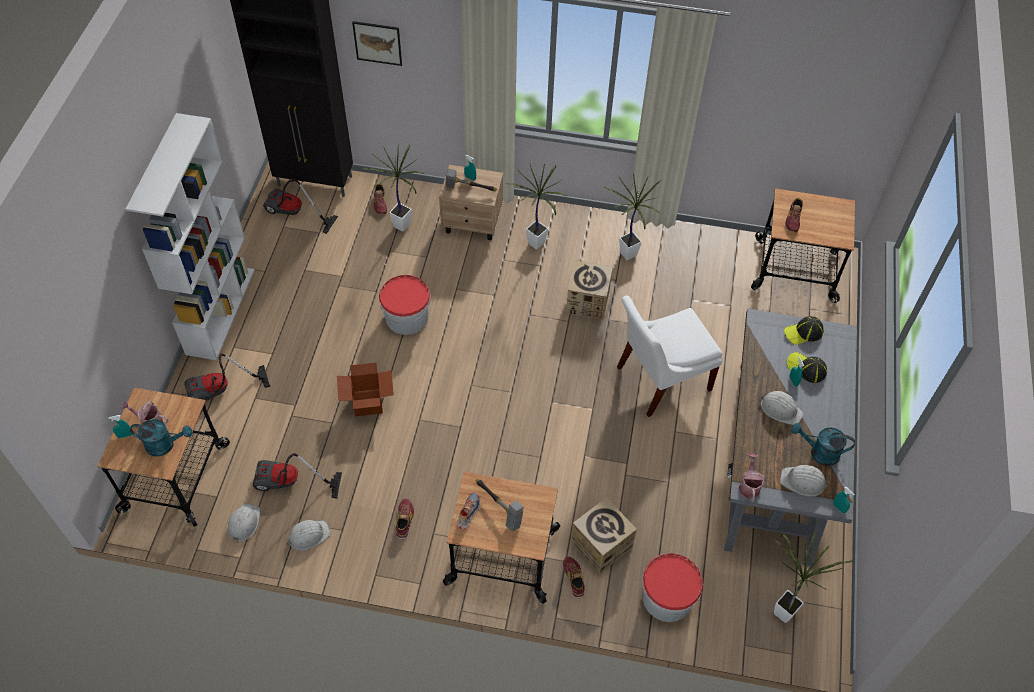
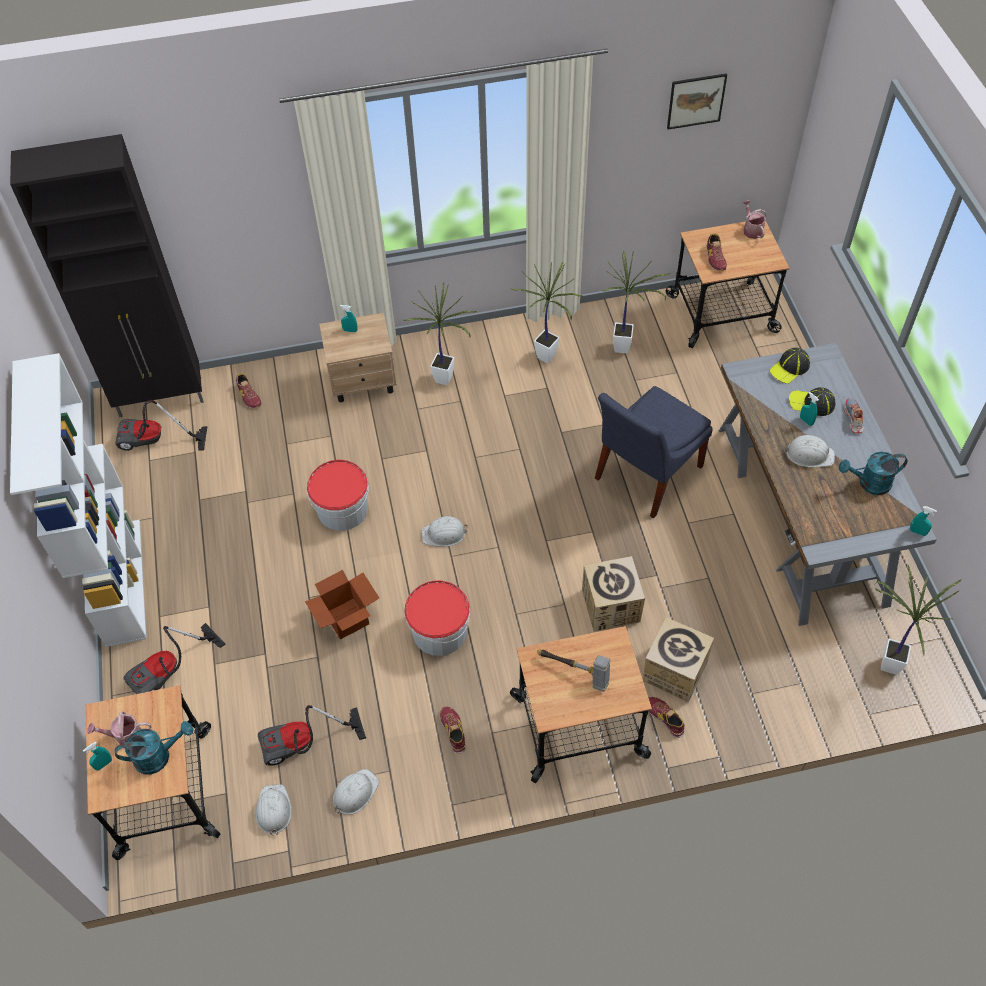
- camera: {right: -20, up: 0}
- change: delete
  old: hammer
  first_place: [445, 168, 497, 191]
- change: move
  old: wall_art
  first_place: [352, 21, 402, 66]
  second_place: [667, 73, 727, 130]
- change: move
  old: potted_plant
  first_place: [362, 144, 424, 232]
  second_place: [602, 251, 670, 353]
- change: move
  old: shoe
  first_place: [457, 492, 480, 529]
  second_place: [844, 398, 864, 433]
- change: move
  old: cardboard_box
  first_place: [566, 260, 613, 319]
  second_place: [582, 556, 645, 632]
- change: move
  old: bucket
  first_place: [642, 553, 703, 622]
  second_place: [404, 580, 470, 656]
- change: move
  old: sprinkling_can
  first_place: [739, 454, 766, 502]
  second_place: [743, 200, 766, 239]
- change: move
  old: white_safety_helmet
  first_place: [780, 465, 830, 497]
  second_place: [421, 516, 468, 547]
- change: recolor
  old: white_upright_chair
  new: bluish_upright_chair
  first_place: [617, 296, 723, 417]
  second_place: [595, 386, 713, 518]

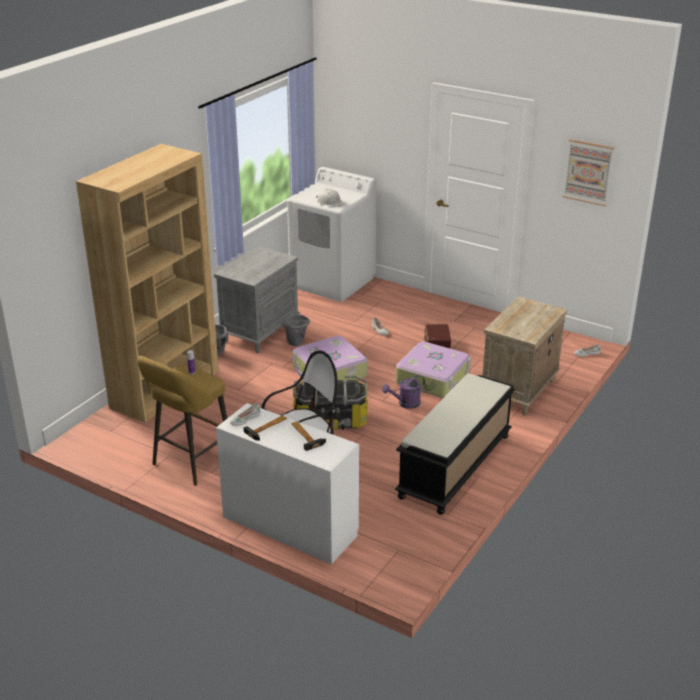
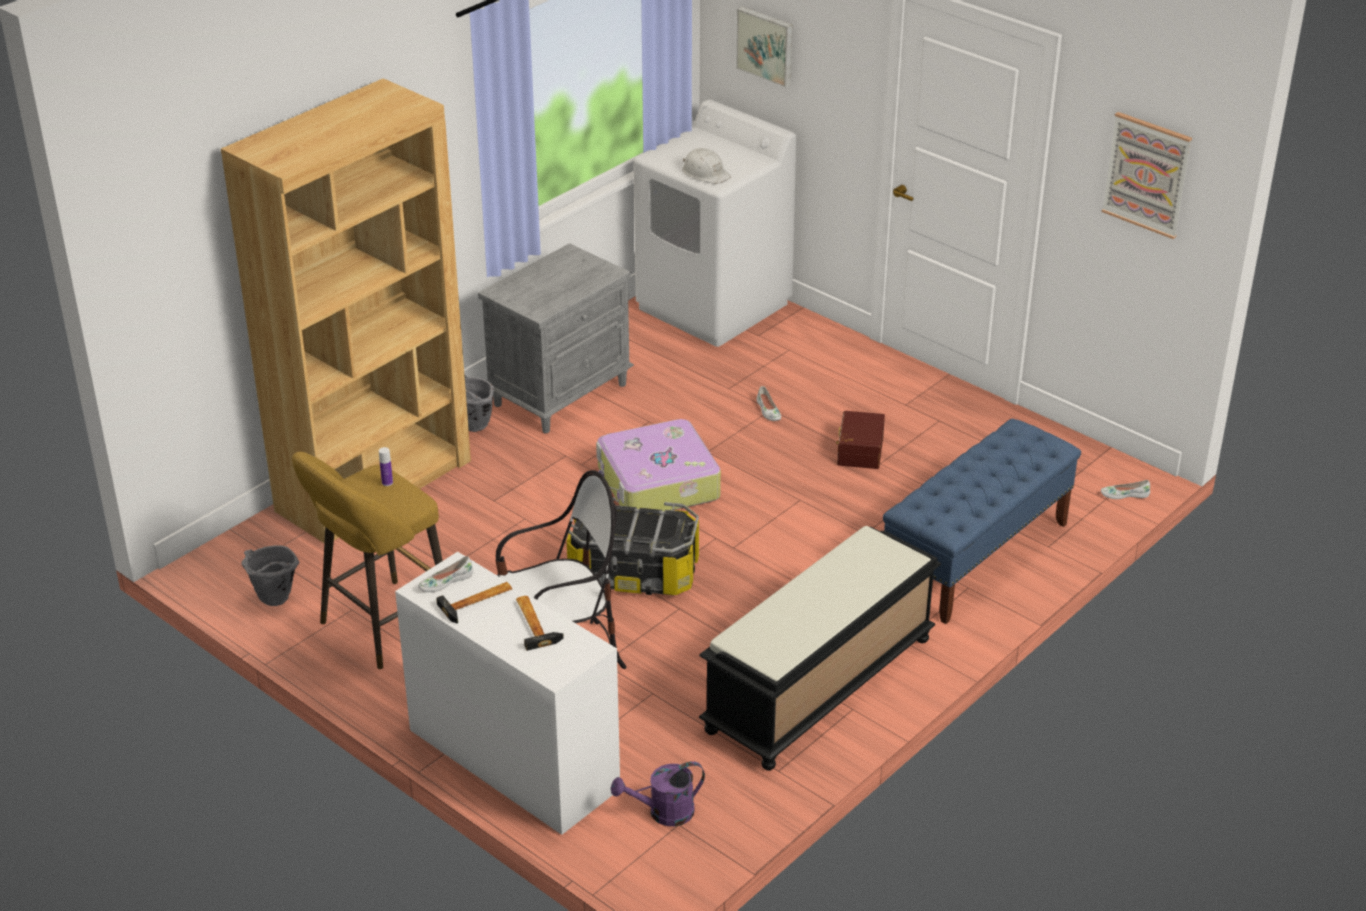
- camera: {right: 10, up: 5}
- change: delete
  old: suitcase
  first_place: [396, 342, 471, 398]
- change: insert
  new: wall_art
  second_place: [736, 7, 793, 87]
- change: move
  old: gray_bucket
  first_place: [282, 314, 310, 346]
  second_place: [241, 545, 299, 606]
- change: move
  old: purple_sprinkling_can
  first_place: [382, 375, 425, 409]
  second_place: [611, 761, 705, 826]
- change: replace
  old: beige-coloured_night_table
  new: bluish_bench
  first_place: [482, 296, 567, 416]
  second_place: [883, 418, 1081, 624]

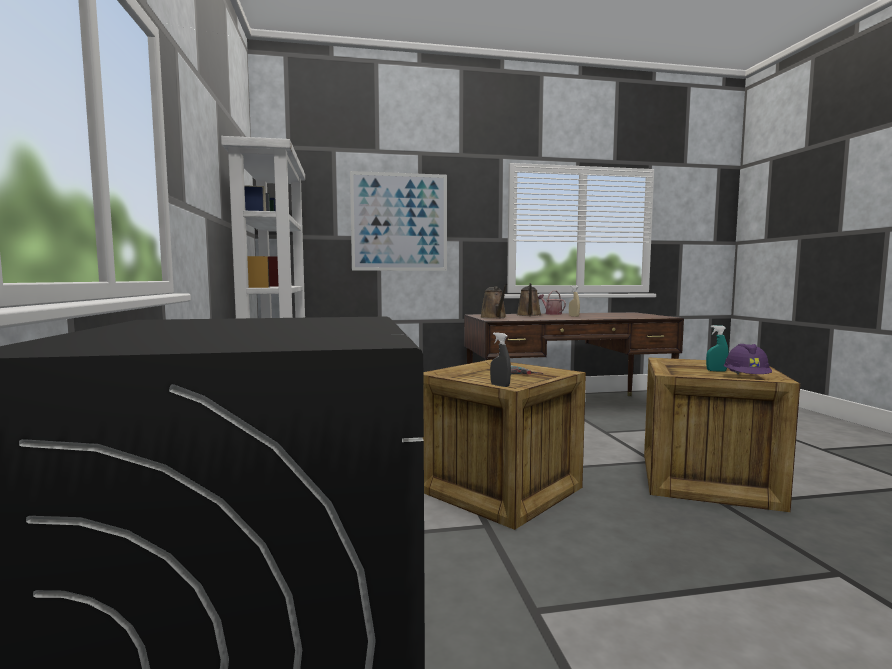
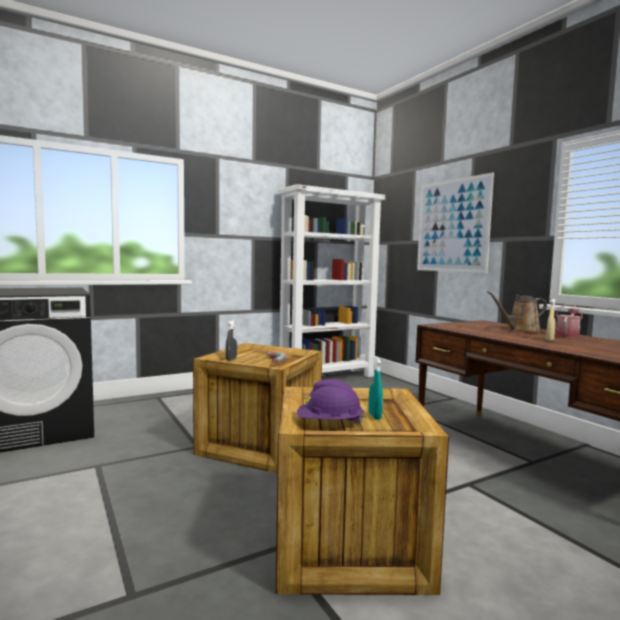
- camera: {right: 70, up: 0}
- change: delete
  old: brownish_sprinkling_can
  first_place: [480, 284, 508, 319]

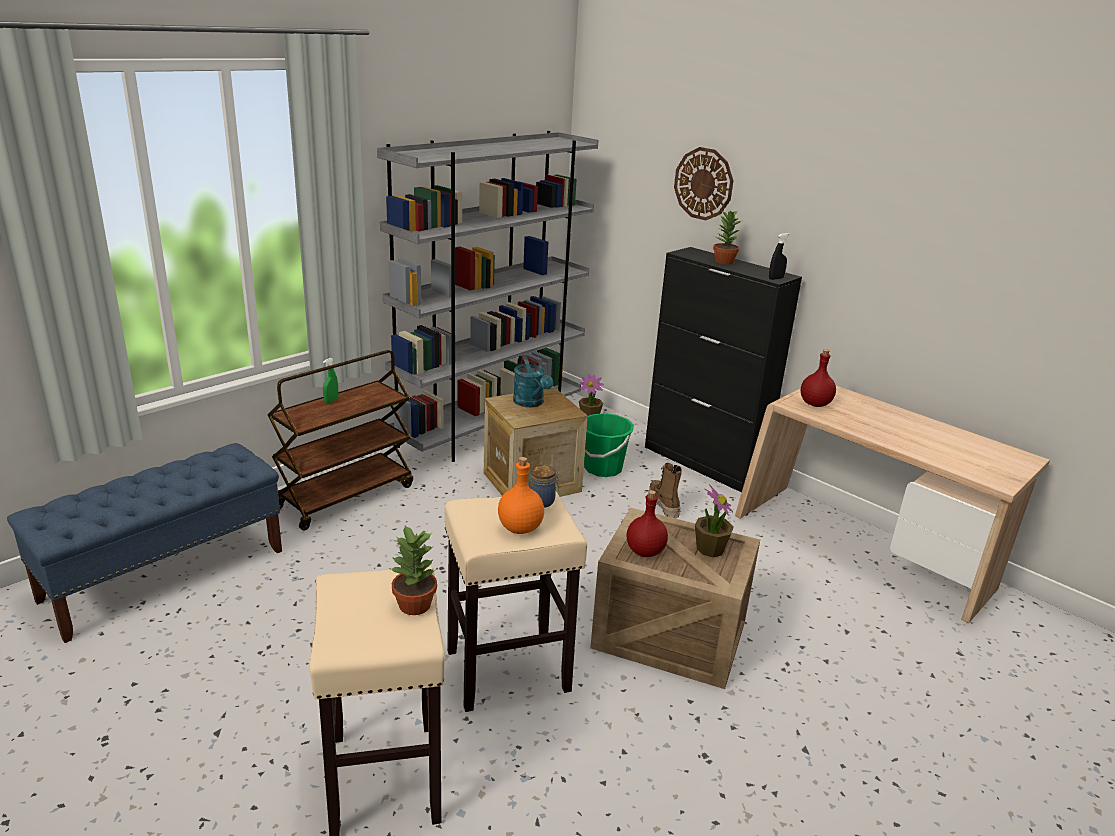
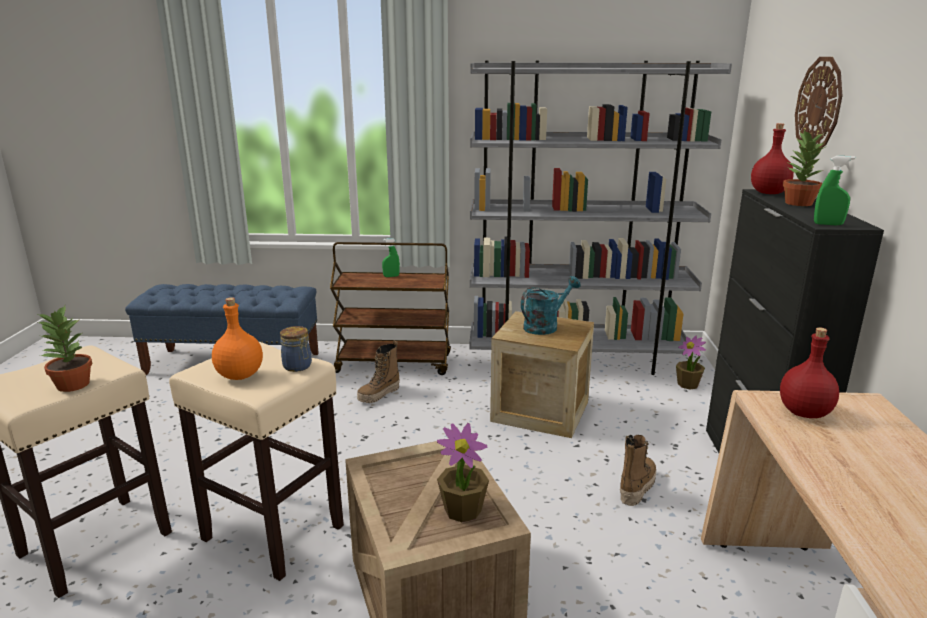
- camera: {right: 50, up: -5}
- change: delete
  old: greenish_bucket
  first_place: [584, 413, 634, 477]
- change: insert
  new: tall_boot
  second_place: [357, 341, 400, 403]
- change: move
  old: red-coloured_beverage_bottle
  first_place: [627, 490, 668, 557]
  second_place: [751, 123, 794, 194]
- change: recolor
  old: black-coloured_hand_sprayer
  new: greenish_hand_sprayer
  first_place: [769, 233, 790, 280]
  second_place: [814, 156, 855, 226]
- change: rotate
  old: turquoise-coloured_sprinkling_can
  first_place: [513, 355, 553, 407]
  second_place: [521, 276, 581, 335]
  degrees: -150

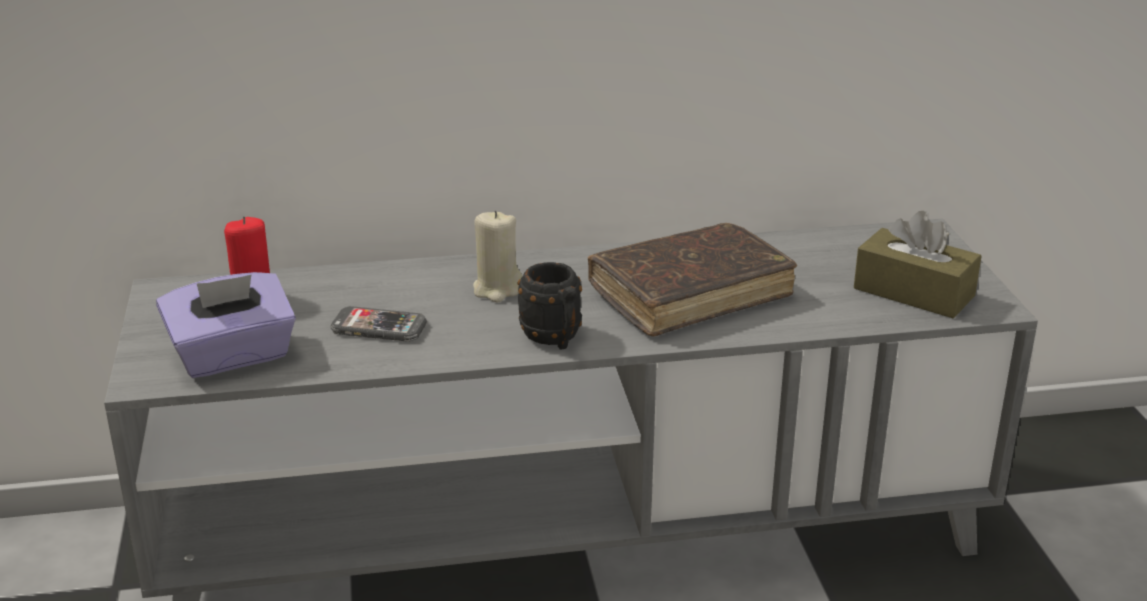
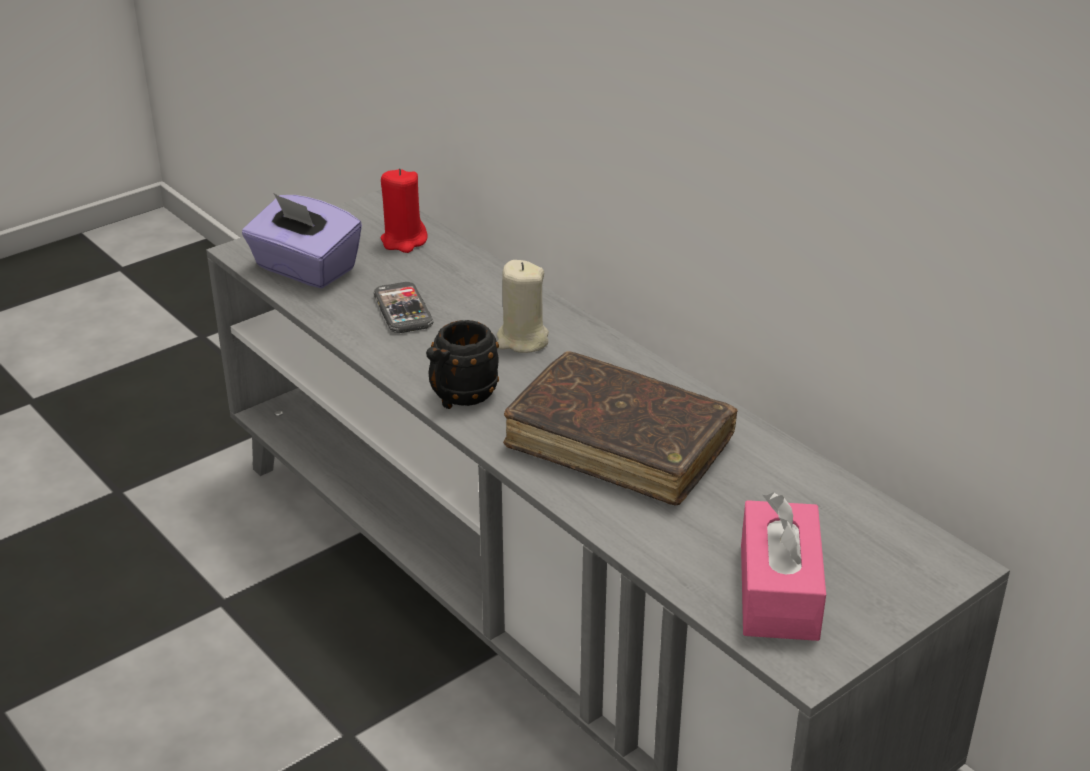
- camera: {right: 60, up: 5}
- change: recolor
  old: brownish_tissue_box
  new: pink_tissue_box
  first_place: [854, 211, 982, 318]
  second_place: [741, 493, 826, 641]

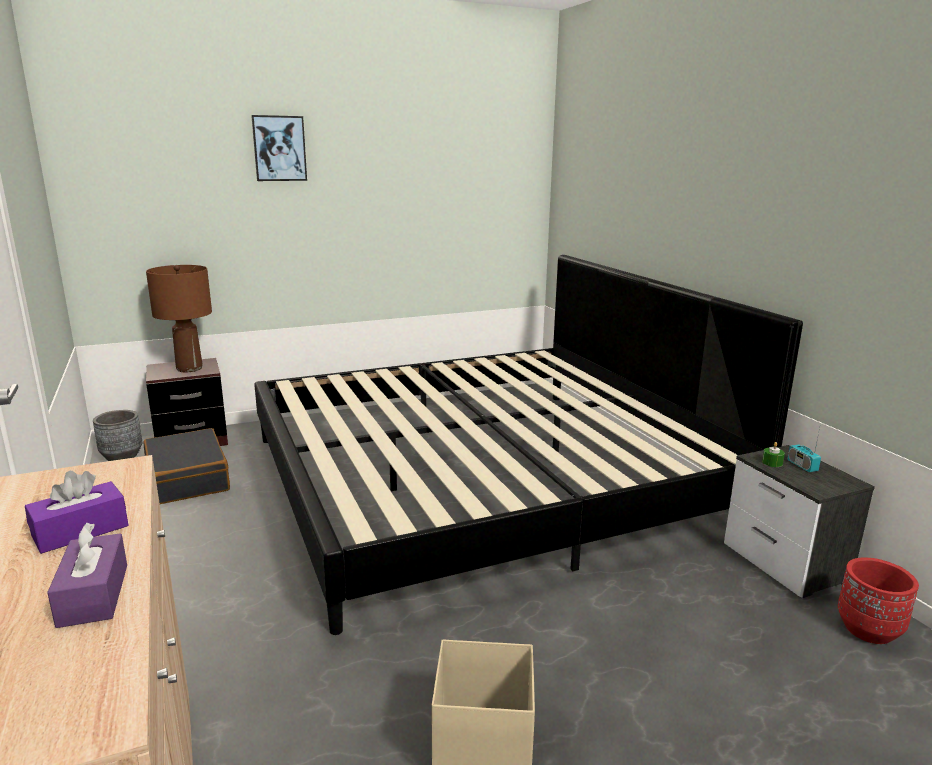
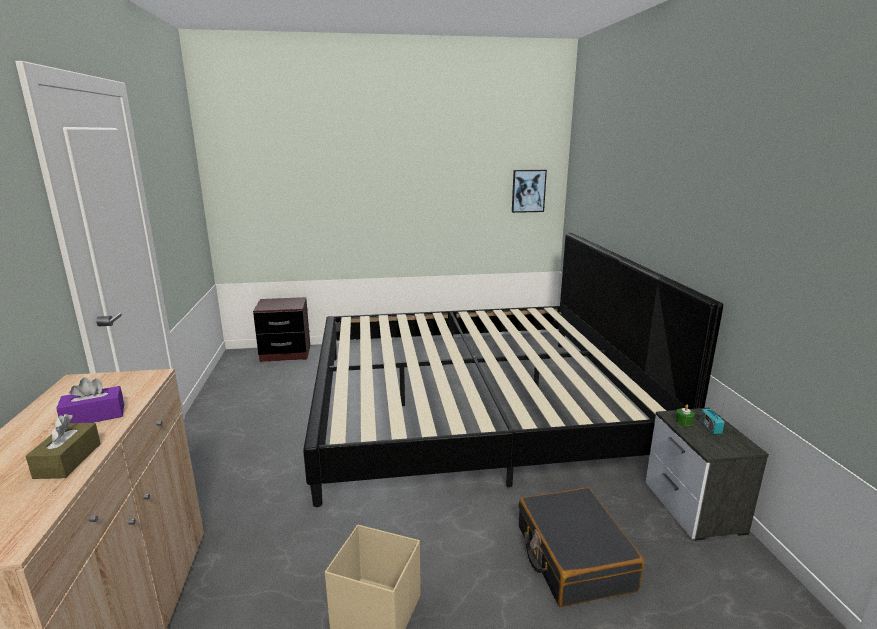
- camera: {right: 15, up: 0}
- change: delete
  old: gray_flower_pot
  first_place: [93, 410, 142, 461]
- change: delete
  old: brownish_table_lamp
  first_place: [146, 265, 212, 372]
- change: delete
  old: red-coloured_flower_pot
  first_place: [838, 558, 919, 644]
- change: move
  old: black-coloured_suitcase
  first_place: [144, 428, 230, 504]
  second_place: [519, 487, 644, 607]
- change: move
  old: wall_art
  first_place: [251, 115, 307, 181]
  second_place: [512, 170, 547, 213]
- change: recolor
  old: purple_tissue_box
  new: brownish_tissue_box
  first_place: [47, 523, 127, 628]
  second_place: [26, 414, 101, 479]

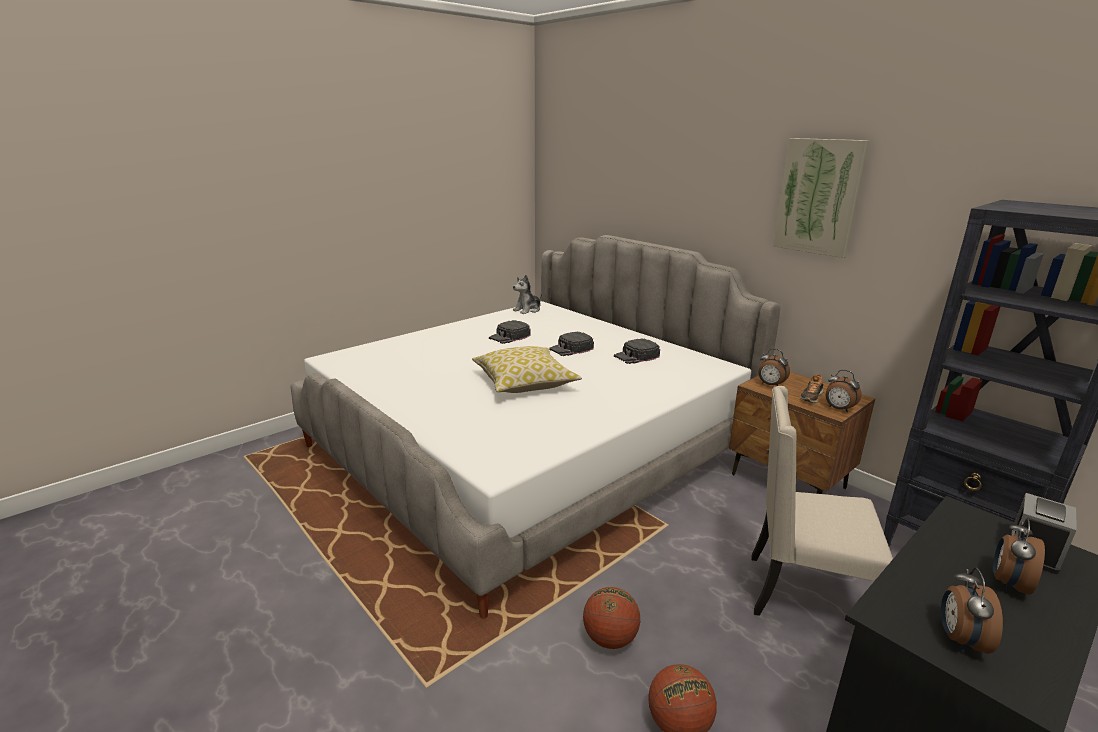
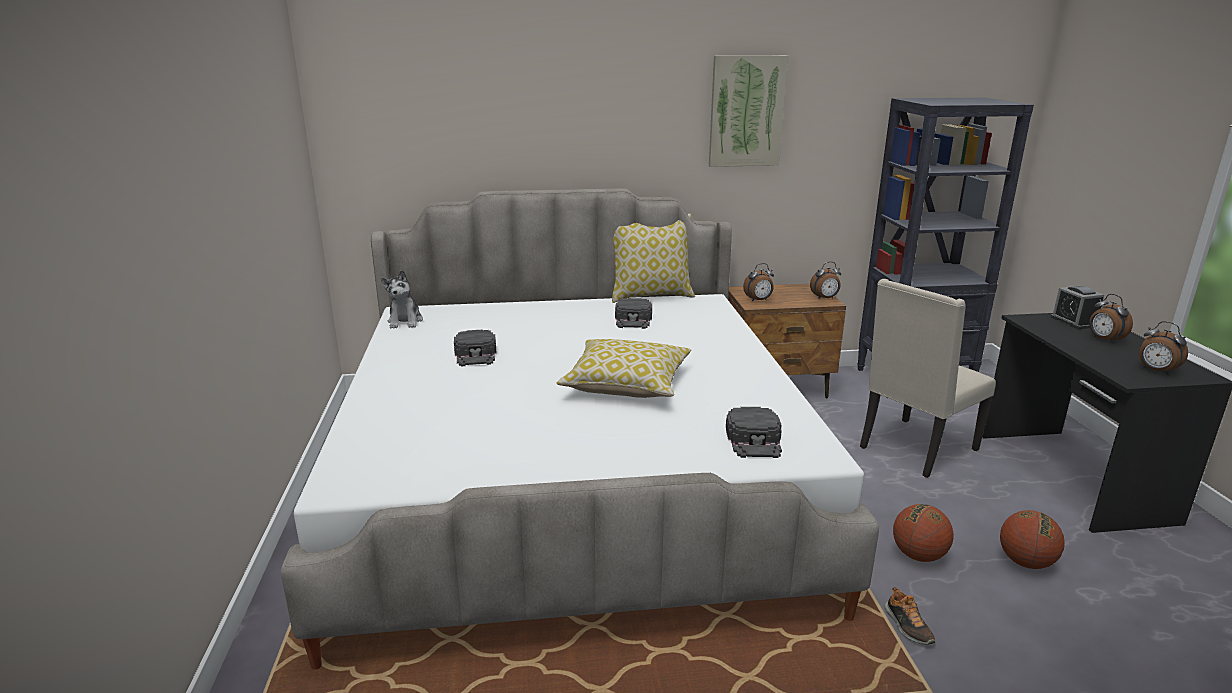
- camera: {right: -55, up: 0}
- change: insert
  new: cushion
  second_place: [612, 214, 695, 303]
- change: move
  old: black-coloured_cap
  first_place: [549, 331, 594, 356]
  second_place: [726, 407, 782, 458]
- change: move
  old: shoe
  first_place: [800, 374, 824, 403]
  second_place: [885, 587, 935, 645]

